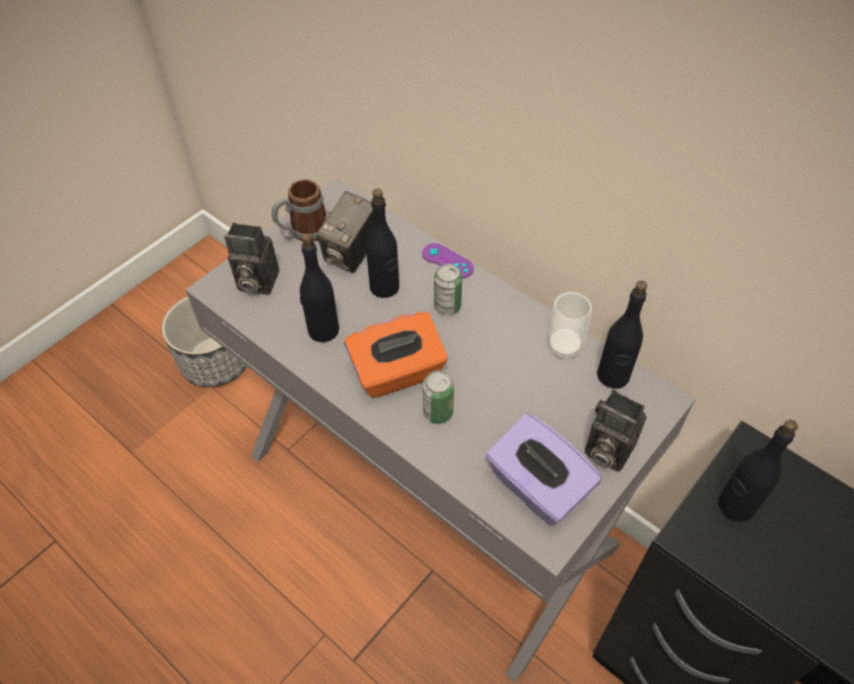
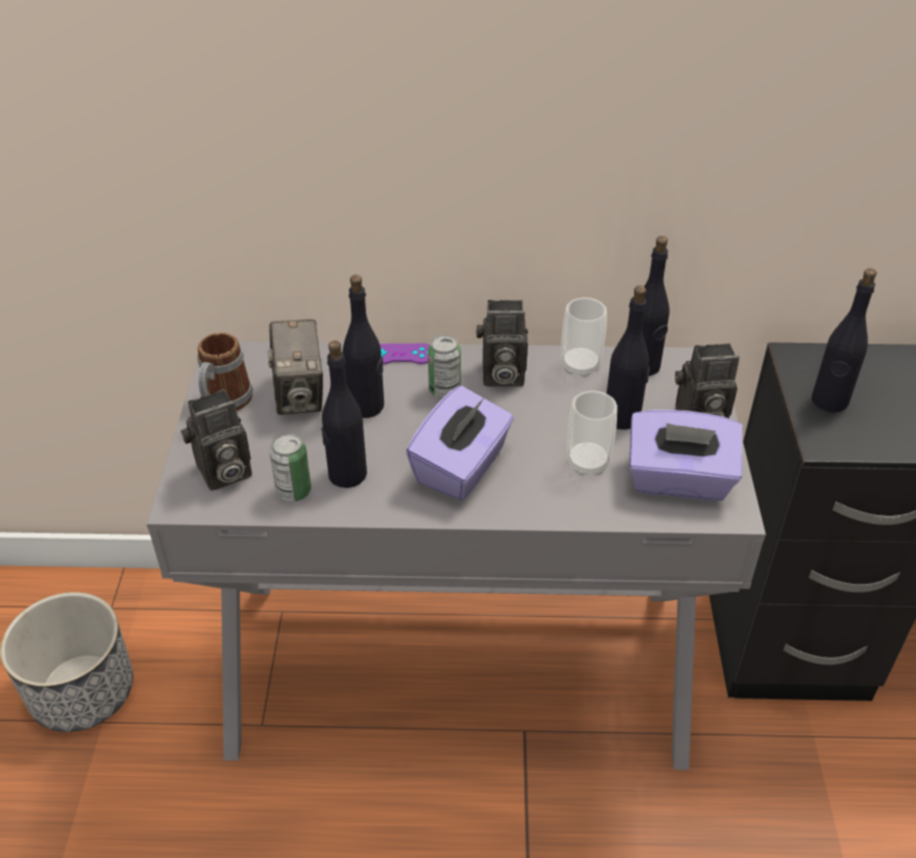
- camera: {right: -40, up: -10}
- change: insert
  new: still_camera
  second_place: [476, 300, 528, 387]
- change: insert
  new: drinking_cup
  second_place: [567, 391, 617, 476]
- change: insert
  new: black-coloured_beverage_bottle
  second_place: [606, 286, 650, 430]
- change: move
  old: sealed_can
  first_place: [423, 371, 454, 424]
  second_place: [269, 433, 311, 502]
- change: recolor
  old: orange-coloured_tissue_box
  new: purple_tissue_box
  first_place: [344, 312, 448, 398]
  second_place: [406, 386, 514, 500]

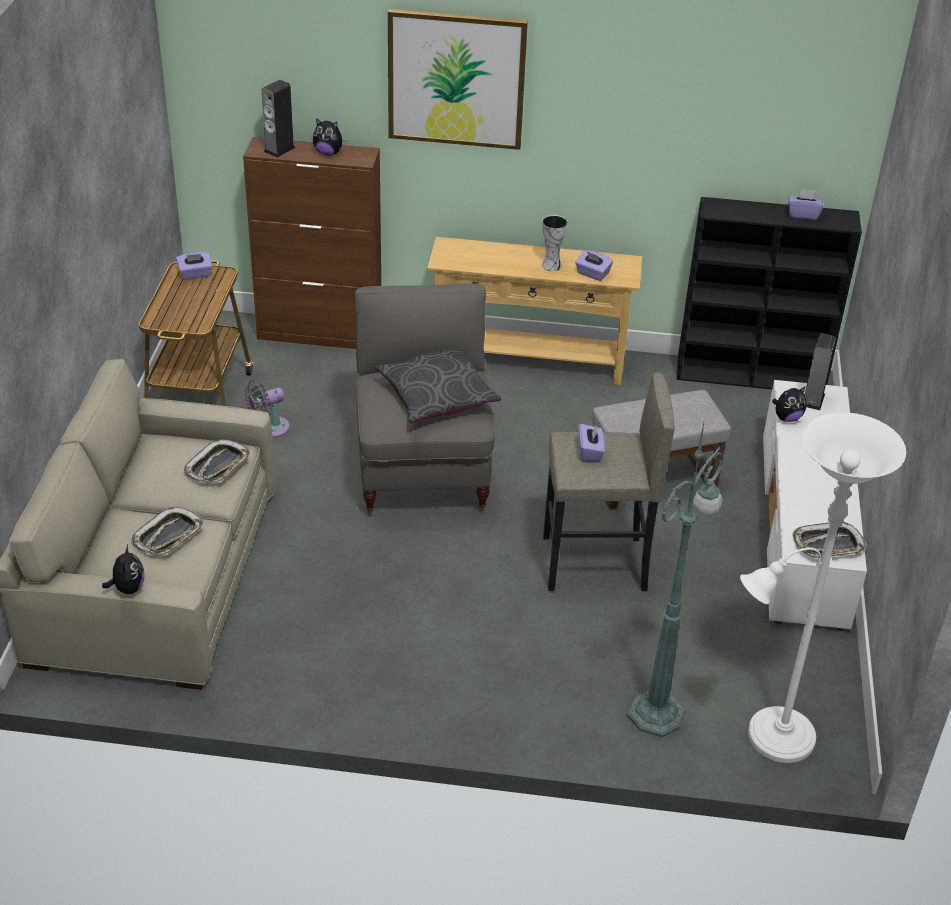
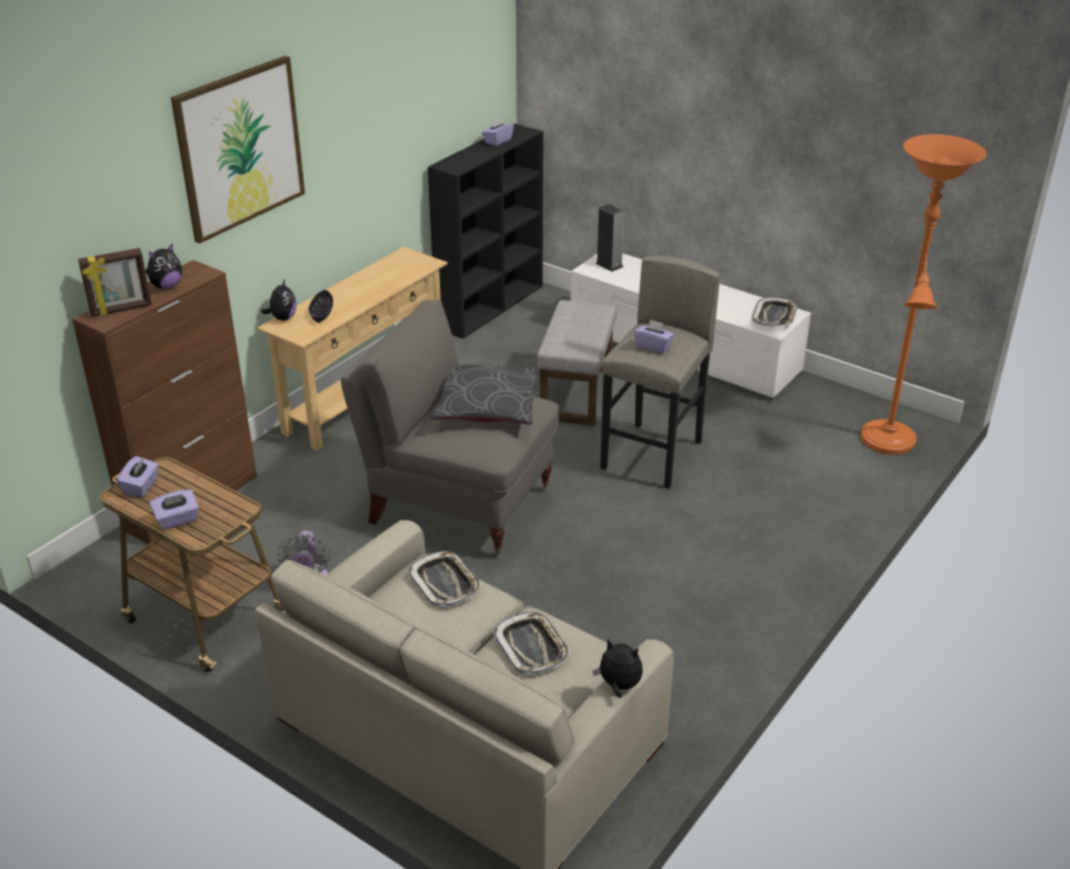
- camera: {right: -60, up: -5}
- change: delete
  old: vase
  first_place: [542, 215, 568, 271]
- change: delete
  old: greenish_standing_lamp
  first_place: [627, 423, 724, 737]
- change: insert
  new: black-coloured_serving_bowl
  second_place: [309, 290, 333, 323]
- change: move
  old: purple_tissue_box
  first_place: [575, 250, 613, 281]
  second_place: [149, 490, 199, 530]
- change: move
  old: plush_toy
  first_place: [772, 386, 806, 422]
  second_place: [261, 279, 297, 321]
- change: replace
  old: audio_speaker
  new: photo_frame
  first_place: [262, 80, 296, 158]
  second_place: [78, 248, 152, 317]
- change: recolor
  old: white_standing_lamp
  new: orange-coloured_standing_lamp
  first_place: [740, 412, 906, 763]
  second_place: [860, 134, 986, 455]

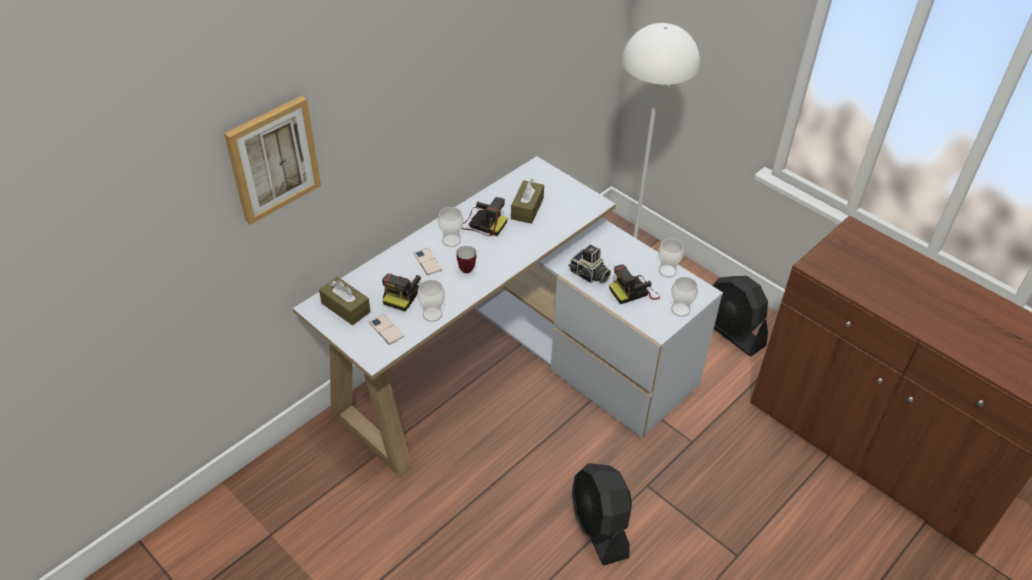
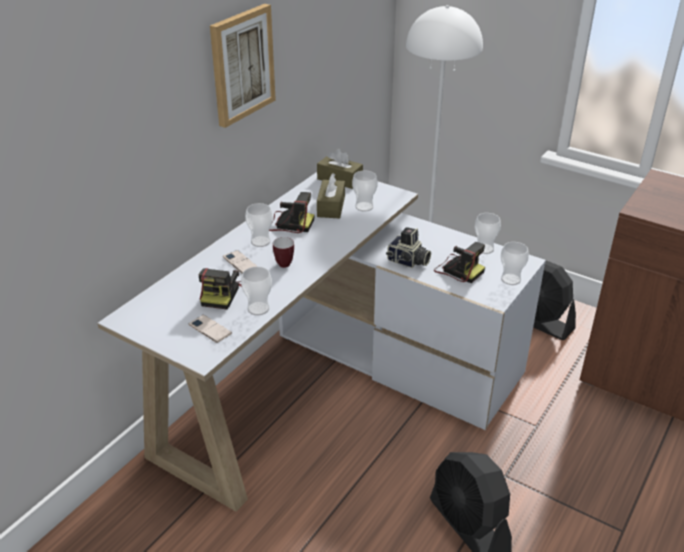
- camera: {right: -10, up: -10}
- change: insert
  new: drinking_cup
  second_place: [352, 171, 378, 211]
- change: move
  old: wall_art
  first_place: [224, 96, 321, 225]
  second_place: [210, 4, 276, 128]
- change: move
  old: brownish_tissue_box
  first_place: [319, 277, 371, 325]
  second_place: [317, 149, 363, 189]
- change: rotate
  old: still_camera
  first_place: [609, 265, 660, 304]
  second_place: [434, 242, 485, 283]
  degrees: -105

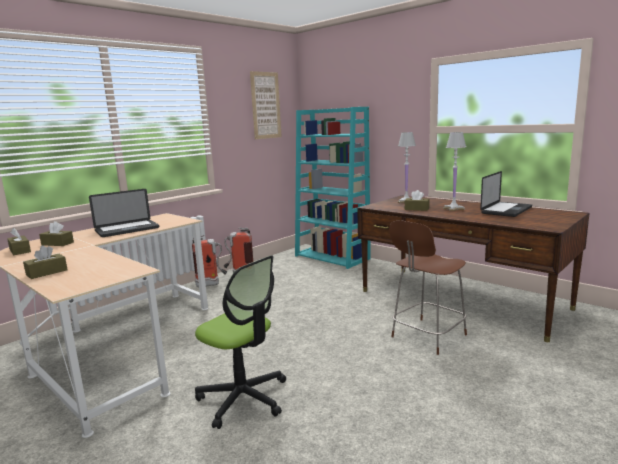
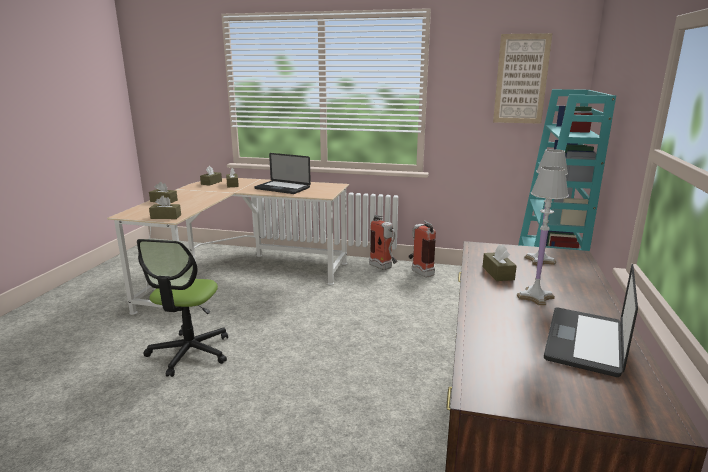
- camera: {right: 60, up: 5}
- change: delete
  old: brownish_upright_chair
  first_place: [389, 220, 467, 355]
- change: insert
  new: brownish_tissue_box
  second_place: [149, 196, 181, 219]
- change: rotate
  old: notebook_computer
  first_place: [480, 171, 532, 217]
  second_place: [544, 264, 638, 377]
  degrees: 105

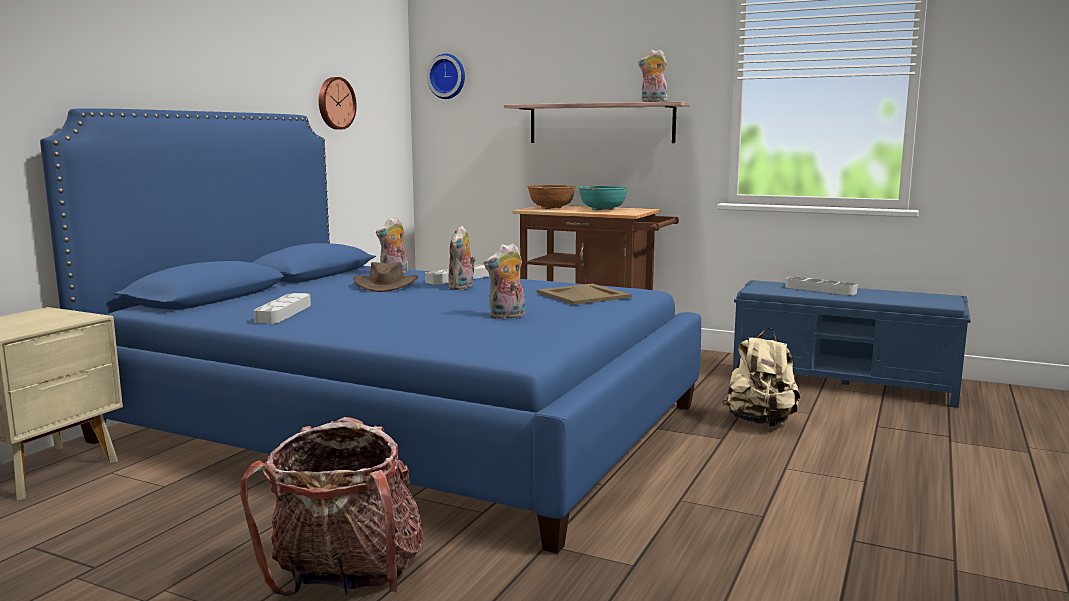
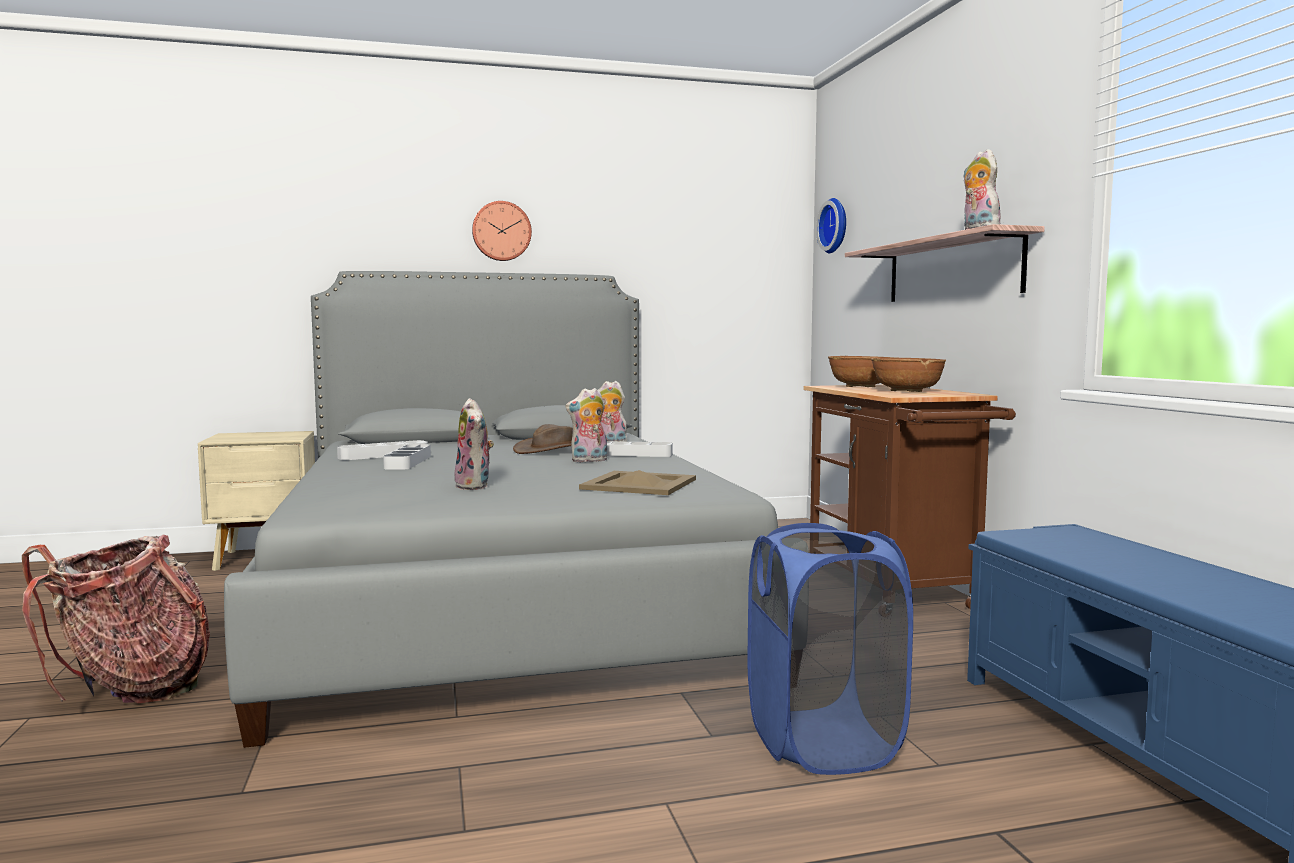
- camera: {right: 50, up: -5}
- change: move
  old: clock_on_the_wall
  first_place: [319, 77, 357, 130]
  second_place: [472, 201, 532, 261]
- change: move
  old: gray_serving_tray
  first_place: [785, 276, 858, 295]
  second_place: [383, 444, 431, 470]
- change: replace
  old: beige-coloured_rucksack
  new: bluish_washing_basket
  first_place: [722, 328, 801, 427]
  second_place: [747, 523, 913, 775]
- change: recolor
  old: bluish_sleeping_bed
  new: gray_sleeping_bed
  first_place: [40, 108, 701, 554]
  second_place: [224, 271, 778, 748]
- change: recolor
  old: turquoise-coloured_serving_bowl
  new: brownish_serving_bowl
  first_place: [578, 186, 628, 210]
  second_place: [871, 358, 946, 392]
- change: rotate
  old: plush_toy
  first_place: [484, 243, 525, 319]
  second_place: [455, 398, 494, 490]
  degrees: -135

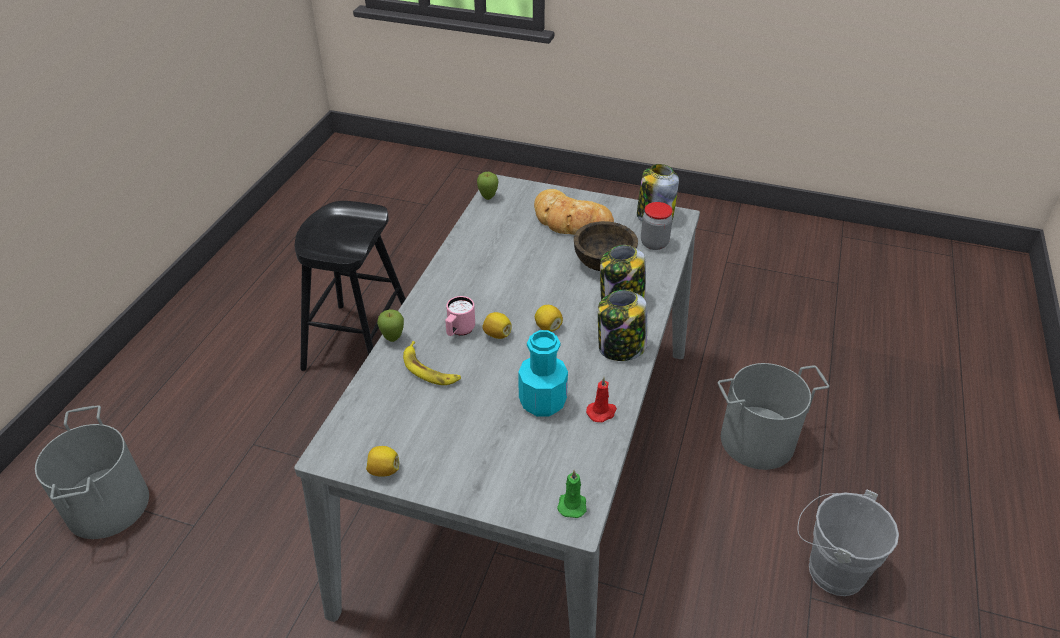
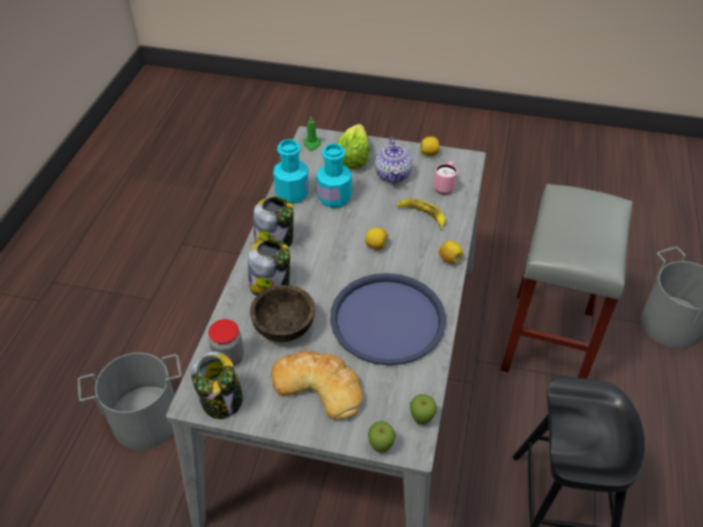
- camera: {right: 175, up: 5}
- change: delete
  old: gray_bucket
  first_place: [797, 489, 899, 596]
- change: insert
  new: bluish_serving_tray
  second_place: [330, 273, 446, 365]
- change: insert
  new: lettuce
  second_place: [336, 124, 369, 169]
- change: insert
  new: tea_pot
  second_place: [375, 137, 412, 184]
- change: insert
  new: gray_sitting_stool
  second_place: [501, 184, 633, 379]
- change: move
  old: apple_fruit
  first_place: [377, 310, 404, 342]
  second_place: [368, 421, 396, 453]
- change: move
  old: pink_tea_mug
  first_place: [445, 296, 475, 336]
  second_place: [434, 161, 457, 194]
- change: move
  old: citrus_fruit
  first_place: [535, 305, 563, 332]
  second_place: [439, 241, 463, 264]
- change: replace
  old: red-coloured_candle
  new: turquoise-coloured_beverage_bottle
  first_place: [586, 377, 617, 422]
  second_place: [273, 139, 309, 204]

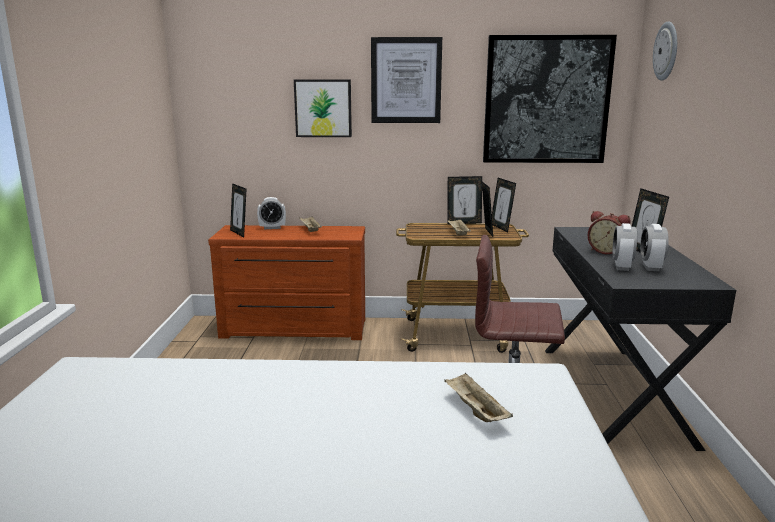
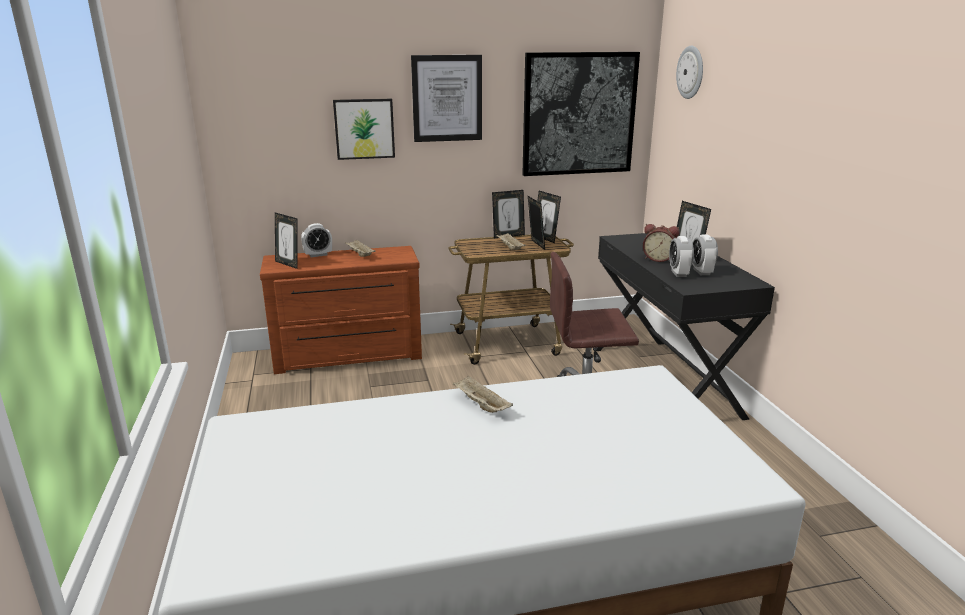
- camera: {right: -15, up: 5}
- change: move
  old: beige-coloured_serving_tray
  first_place: [444, 373, 513, 422]
  second_place: [453, 375, 513, 413]

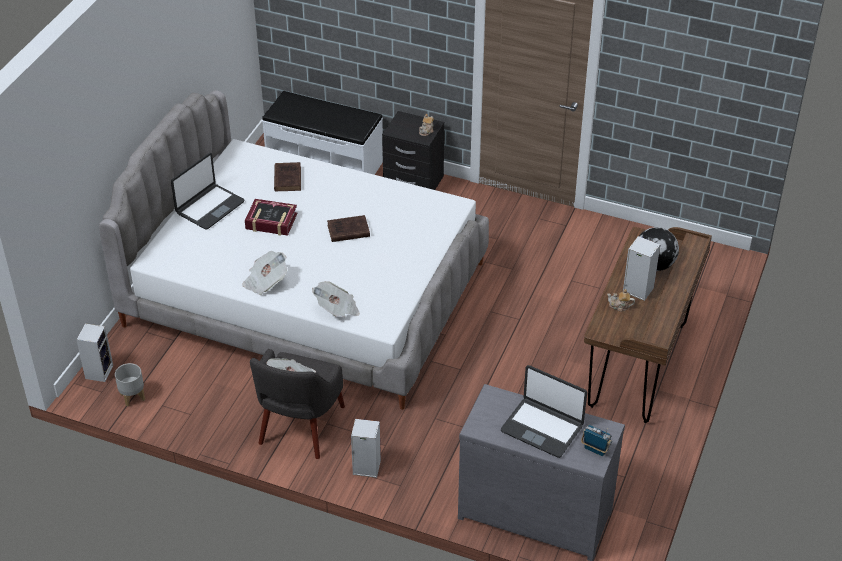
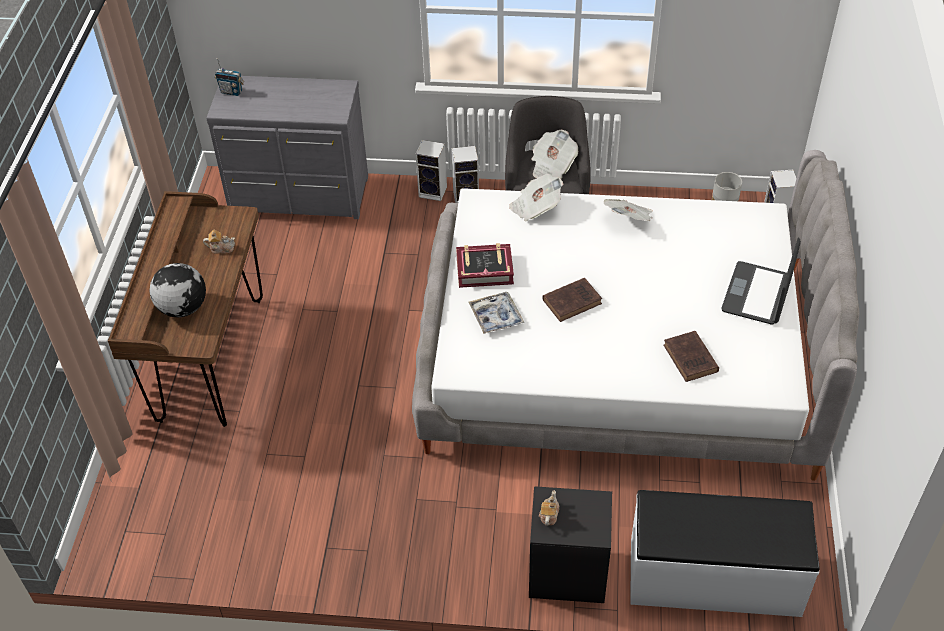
- camera: {right: 165, up: 5}
- change: delete
  old: notebook_computer
  first_place: [501, 365, 587, 458]
- change: insert
  new: serving_tray
  second_place: [468, 292, 524, 334]
- change: move
  old: volume
  first_place: [245, 199, 297, 236]
  second_place: [456, 243, 514, 288]
- change: move
  old: audio_speaker
  first_place: [623, 236, 660, 301]
  second_place: [416, 140, 447, 201]

